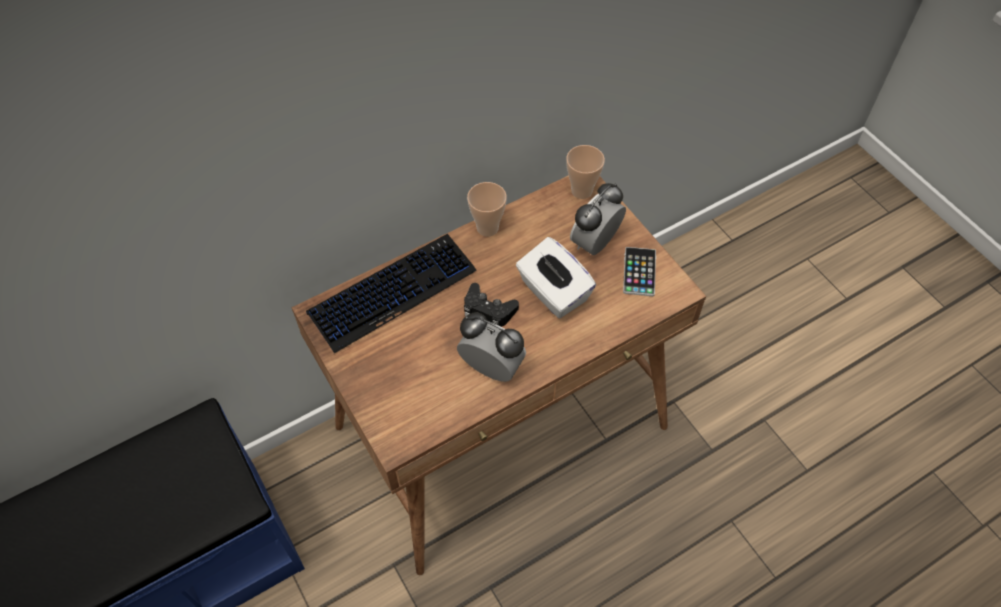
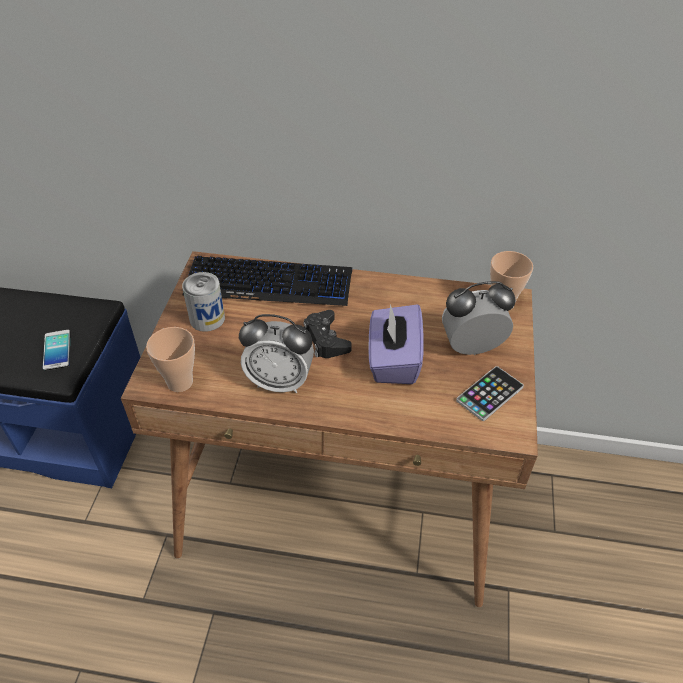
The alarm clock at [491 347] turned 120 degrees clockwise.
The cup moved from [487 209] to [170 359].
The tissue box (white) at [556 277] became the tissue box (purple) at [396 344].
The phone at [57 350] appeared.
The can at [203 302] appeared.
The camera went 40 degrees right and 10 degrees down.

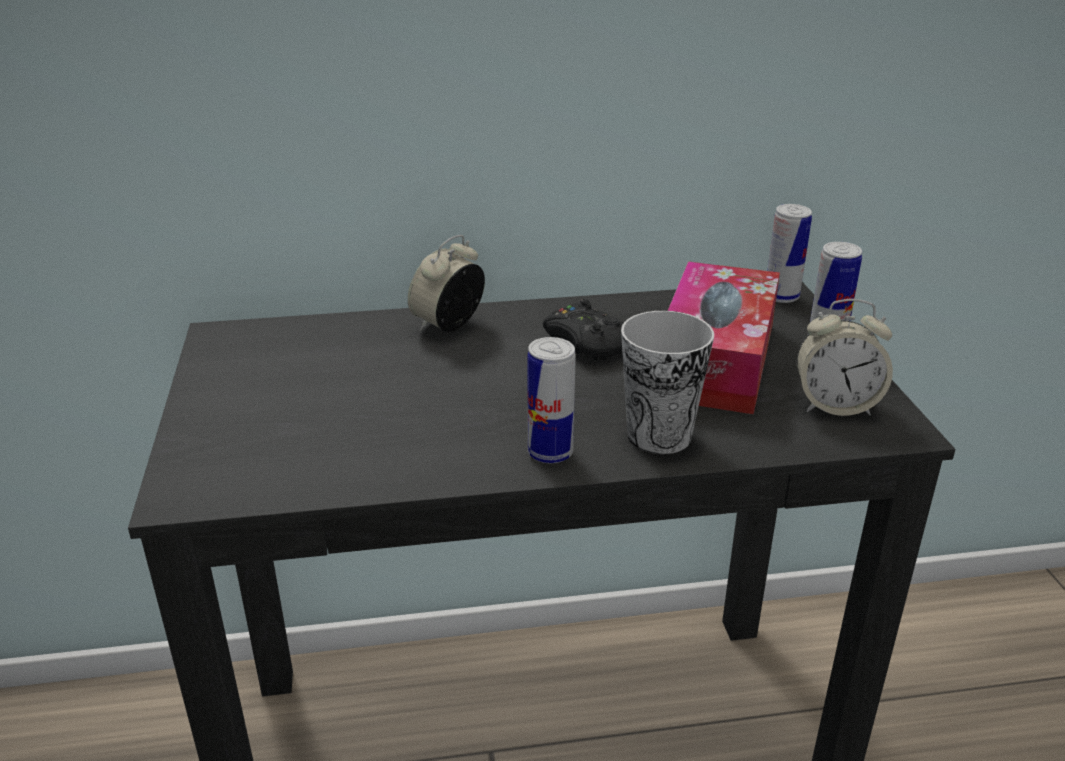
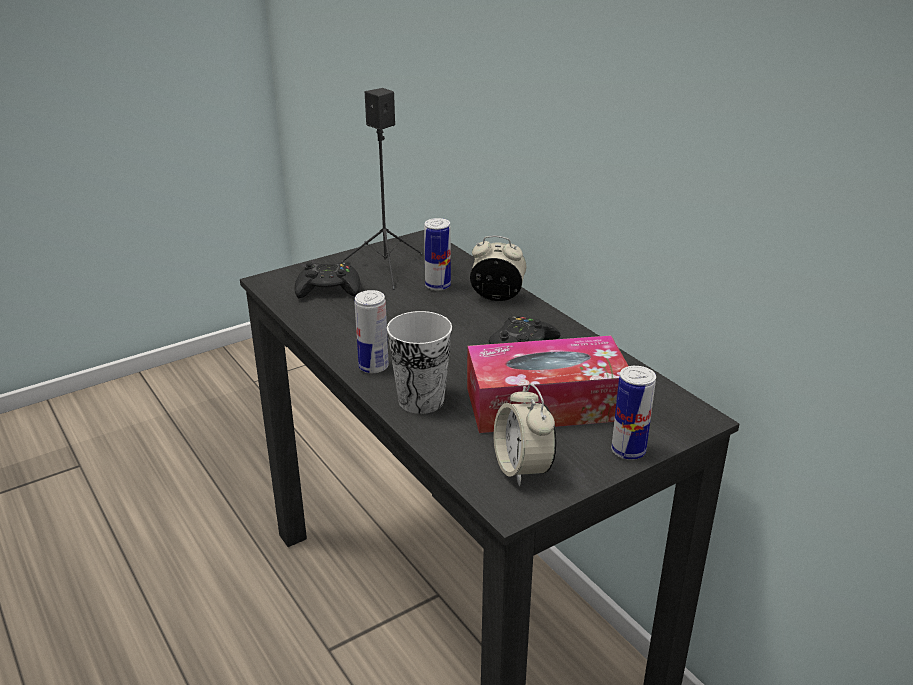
The can moved from [789 253] to [437 254].
The game controller (black) at [327 280] appeared.
The speaker (black) at [382 189] appeared.
The camera went 65 degrees right and 0 degrees up.

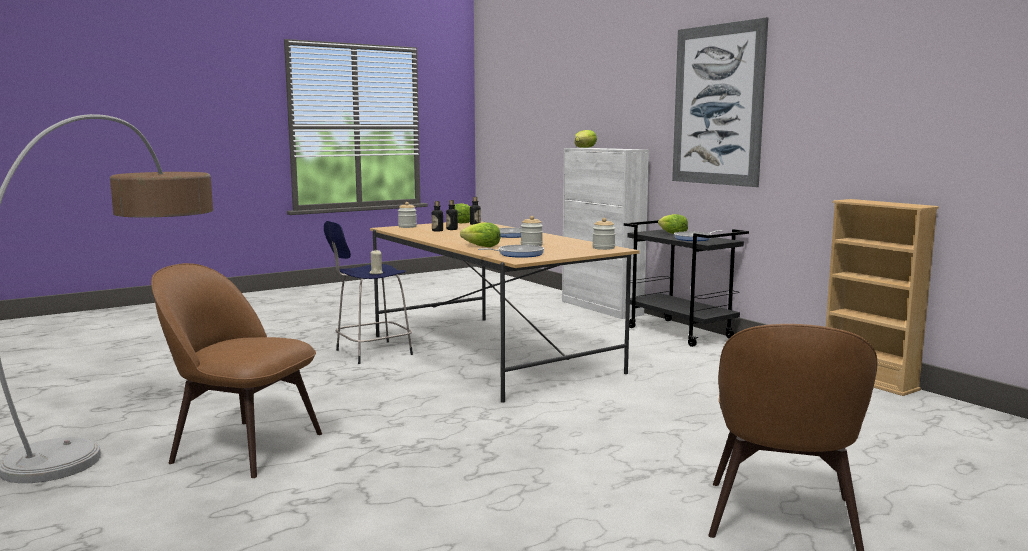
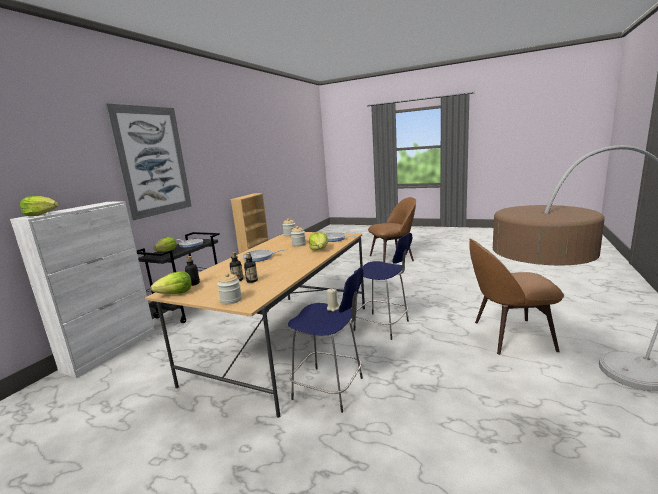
The chair (brown) at [236 370] turned 105 degrees clockwise.
The stool (blue) at [383 286] appeared.
The camera went 120 degrees left and 5 degrees up.

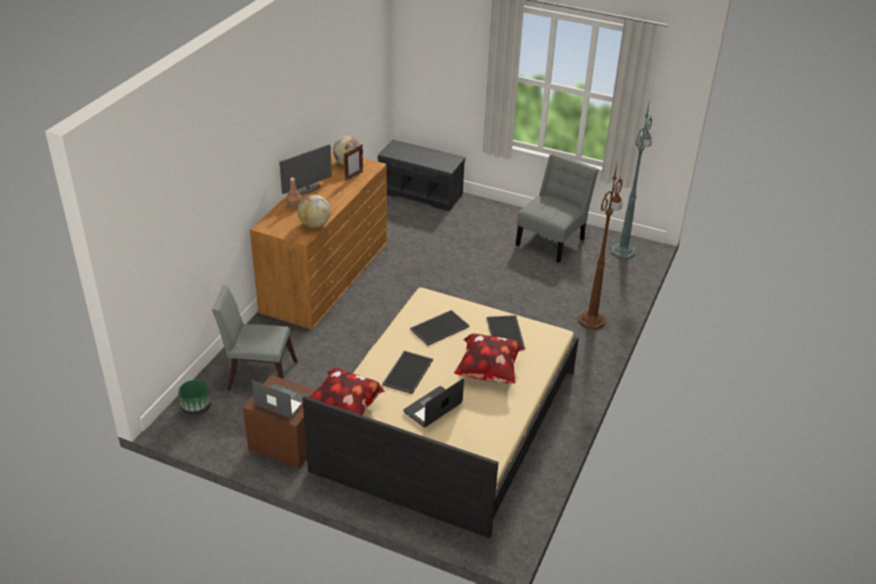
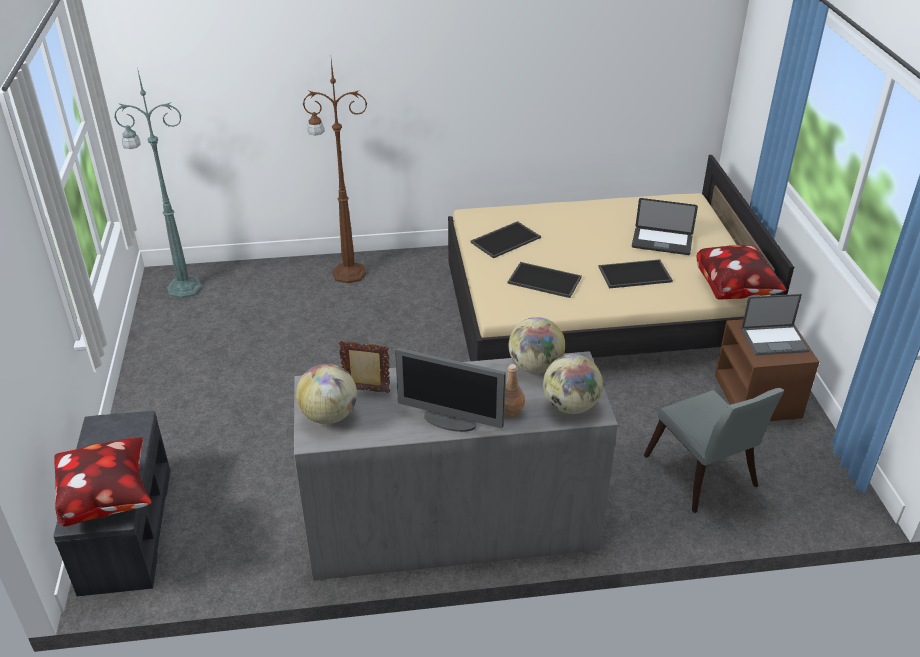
The planter (green) at [194 398] disappeared.
The dresser (brown) at [318 241] became the dresser (grey) at [456 466].
The laptop at [281 399] turned 90 degrees counterclockwise.
The pillow moved from [489 358] to [103 481].
The chair (grey) at [557 208] disappeared.
The globe at [573 384] appeared.
The camera went 120 degrees left and 0 degrees up.

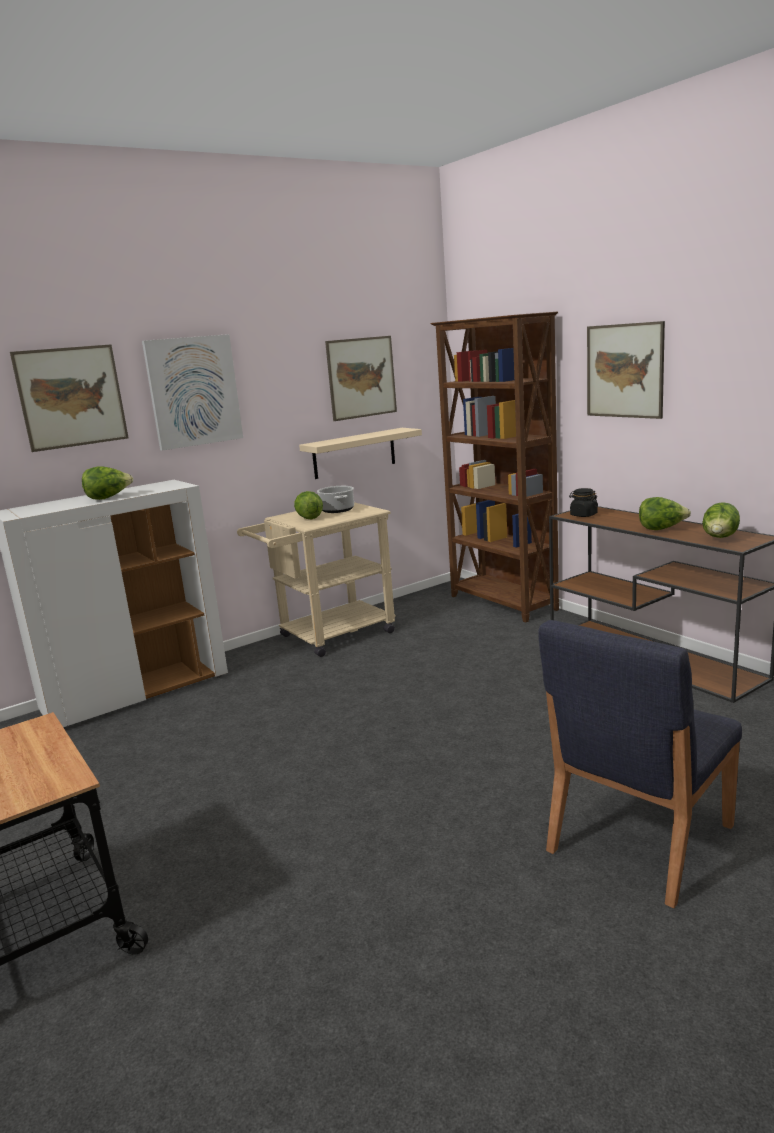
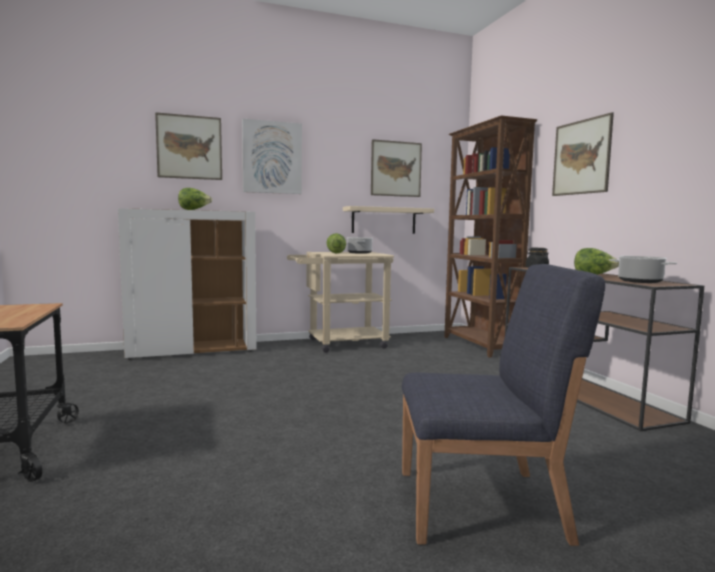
The chair (blue) at [640 764] turned 150 degrees counterclockwise.
The lettuce at [721 520] was replaced by the cooking pot at [643 269].
The camera went 15 degrees right and 10 degrees down.

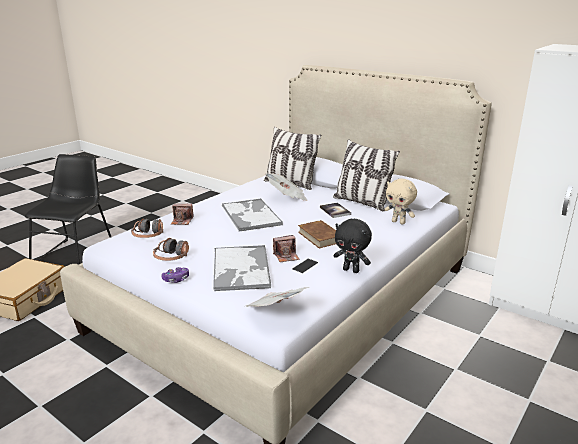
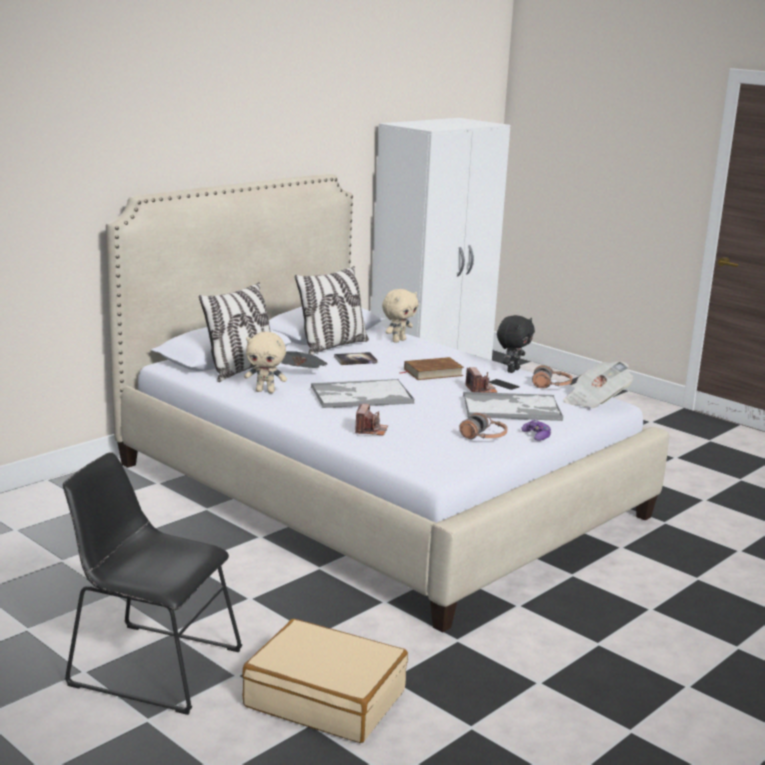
The headphones moved from [147 228] to [552 376].
The plush toy (beige) at [265 362] appeared.
The camera went 85 degrees left and 5 degrees down.

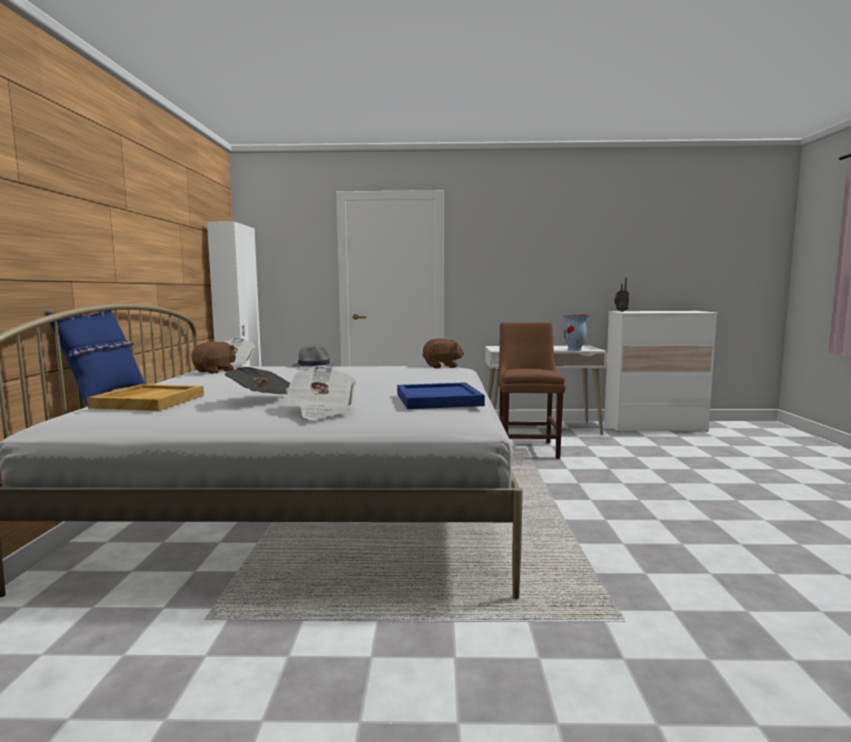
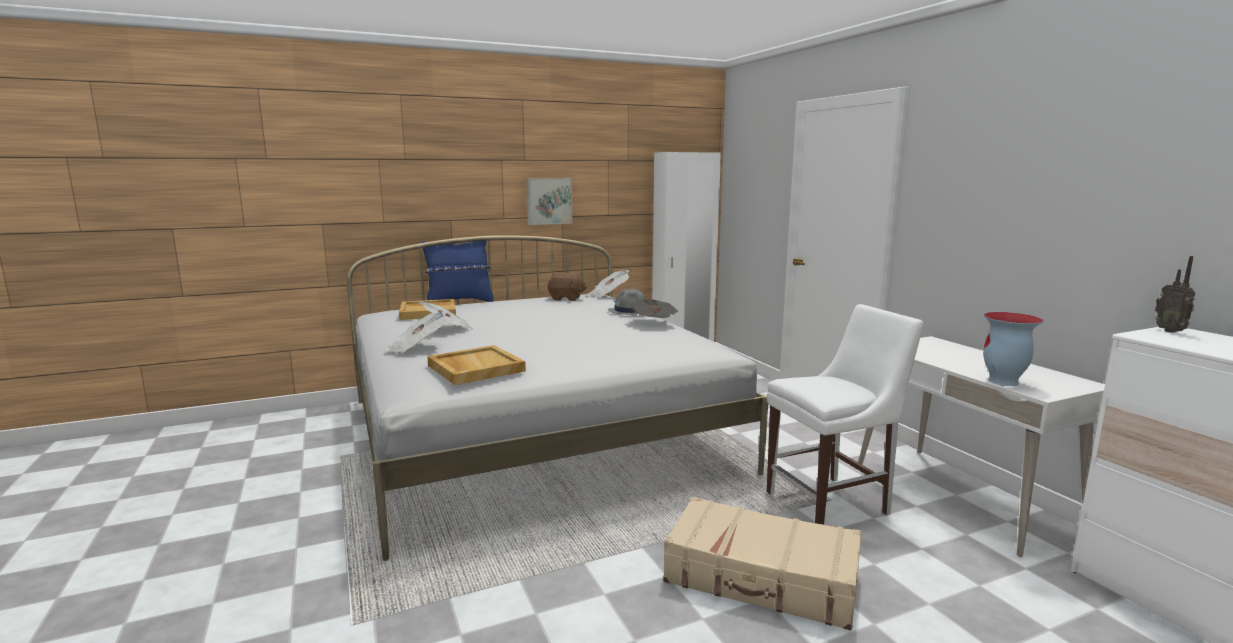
The tray (blue) at [441 395] became the tray (beige) at [476 365].
The plush toy (brown) at [443 353] disappeared.
The chair (brown) at [532 390] became the chair (white) at [845 414].
The picture at [549 201] appeared.
The newspaper at [653 309] appeared.
The suitcase (beige) at [762 564] appeared.
The camera went 65 degrees right and 5 degrees up.

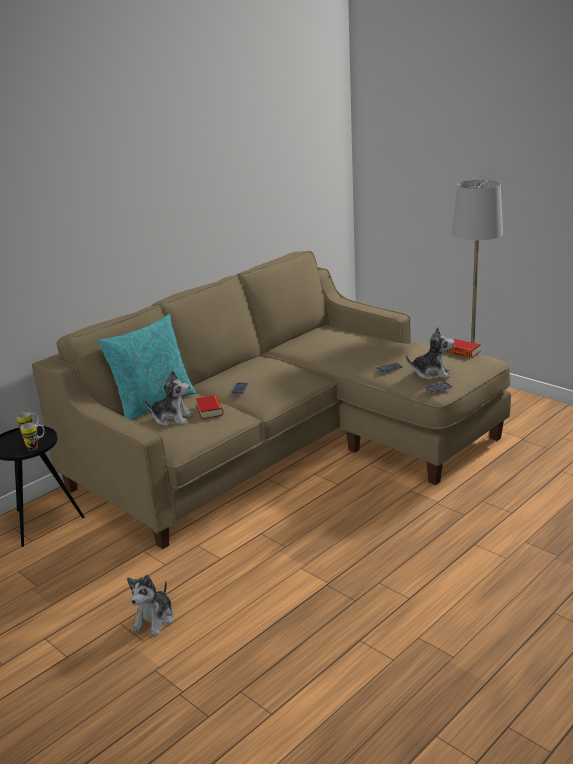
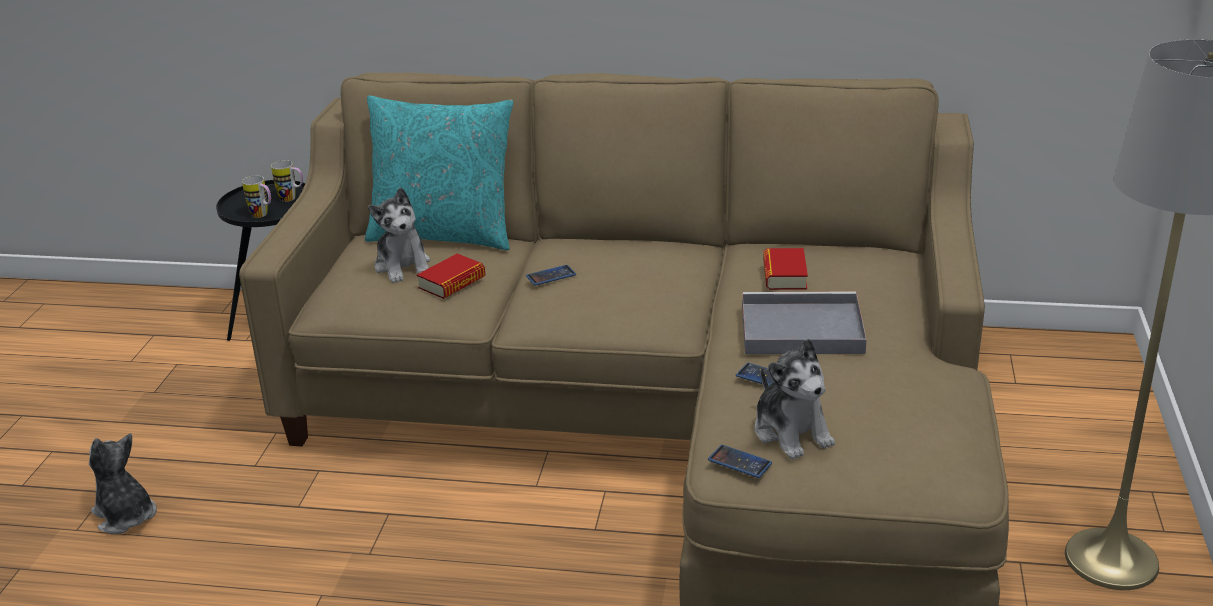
The plush toy at [150 605] turned 60 degrees clockwise.
The book moved from [463 348] to [785 269].
The tray (grey) at [804 323] appeared.
The camera went 55 degrees right and 5 degrees up.

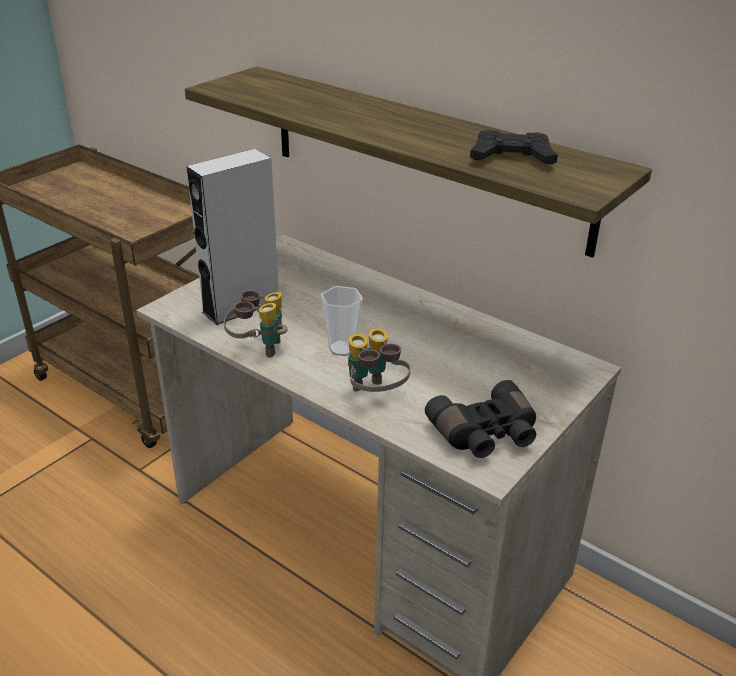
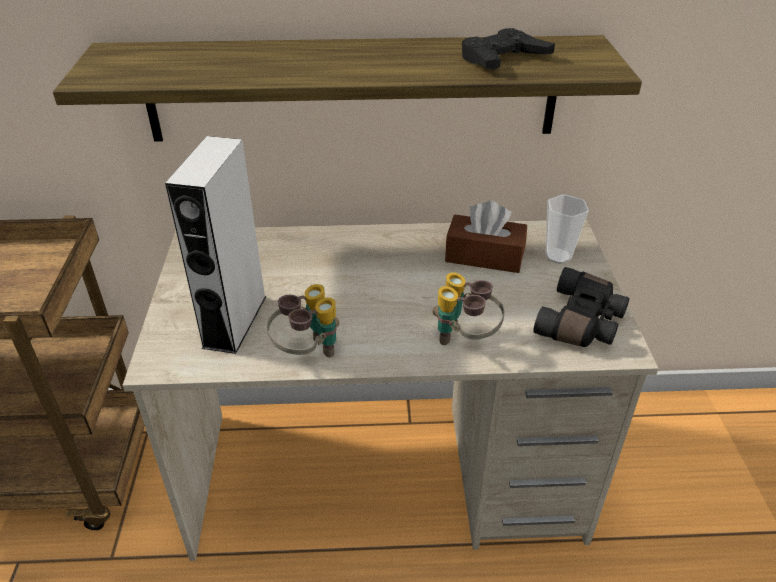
The cup moved from [342 321] to [567 229].
The tissue box (brown) at [486 237] appeared.
The camera went 40 degrees left and 5 degrees up.

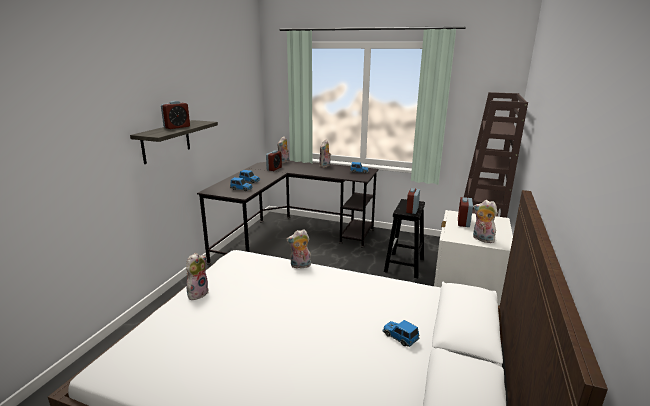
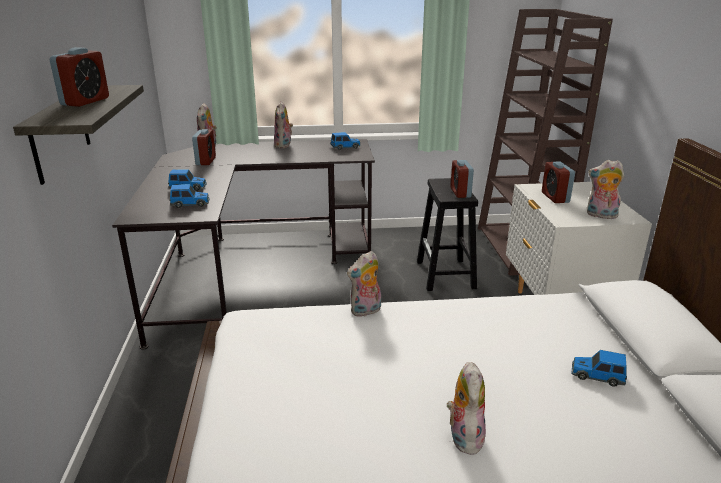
The plush toy moved from [197 276] to [466 408].
The camera went 25 degrees left and 5 degrees up.

